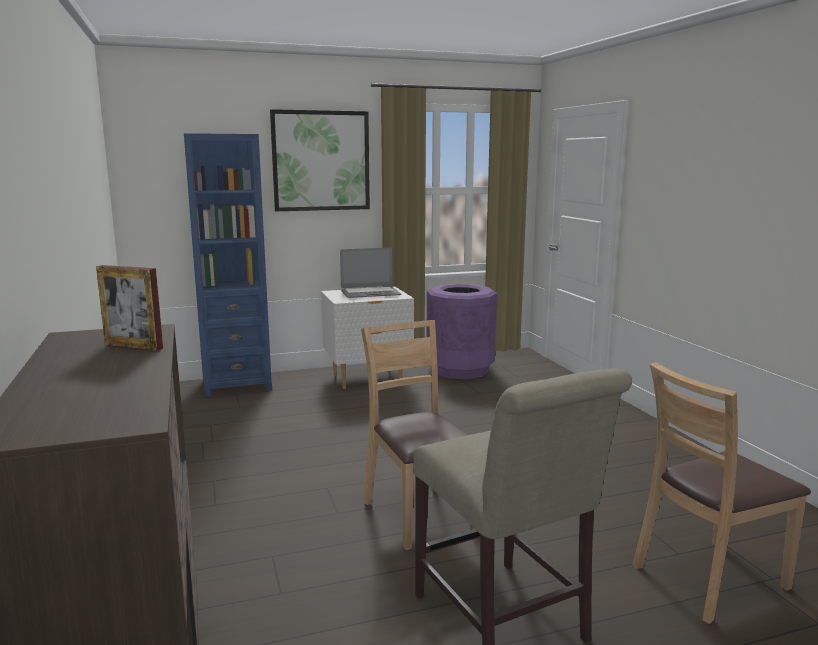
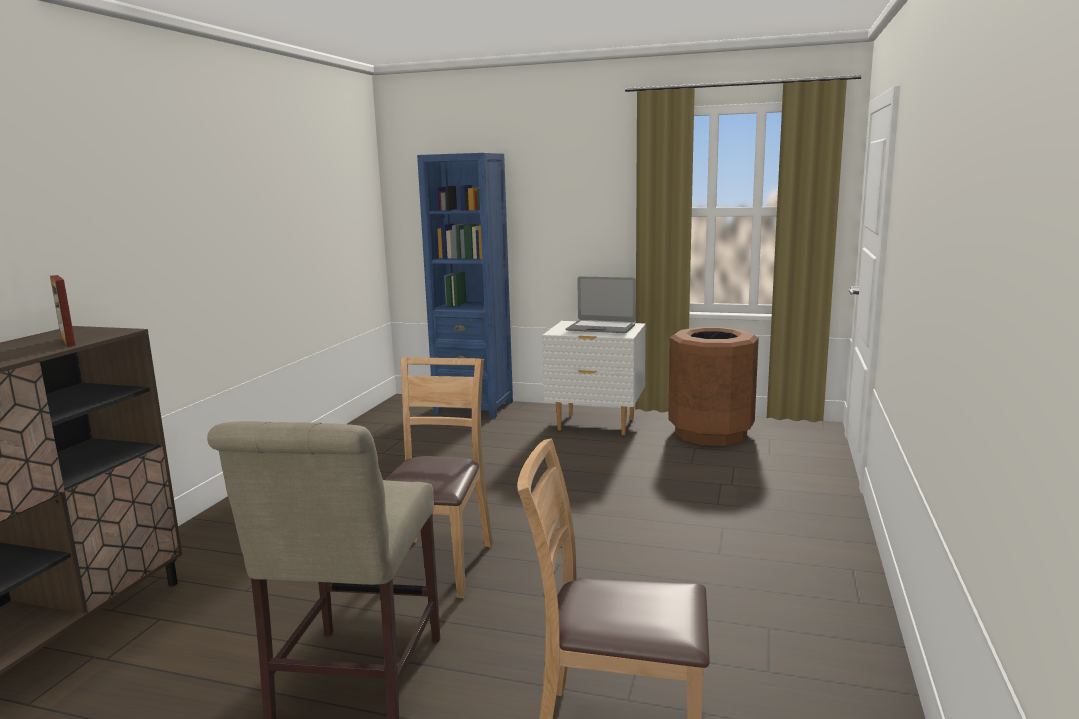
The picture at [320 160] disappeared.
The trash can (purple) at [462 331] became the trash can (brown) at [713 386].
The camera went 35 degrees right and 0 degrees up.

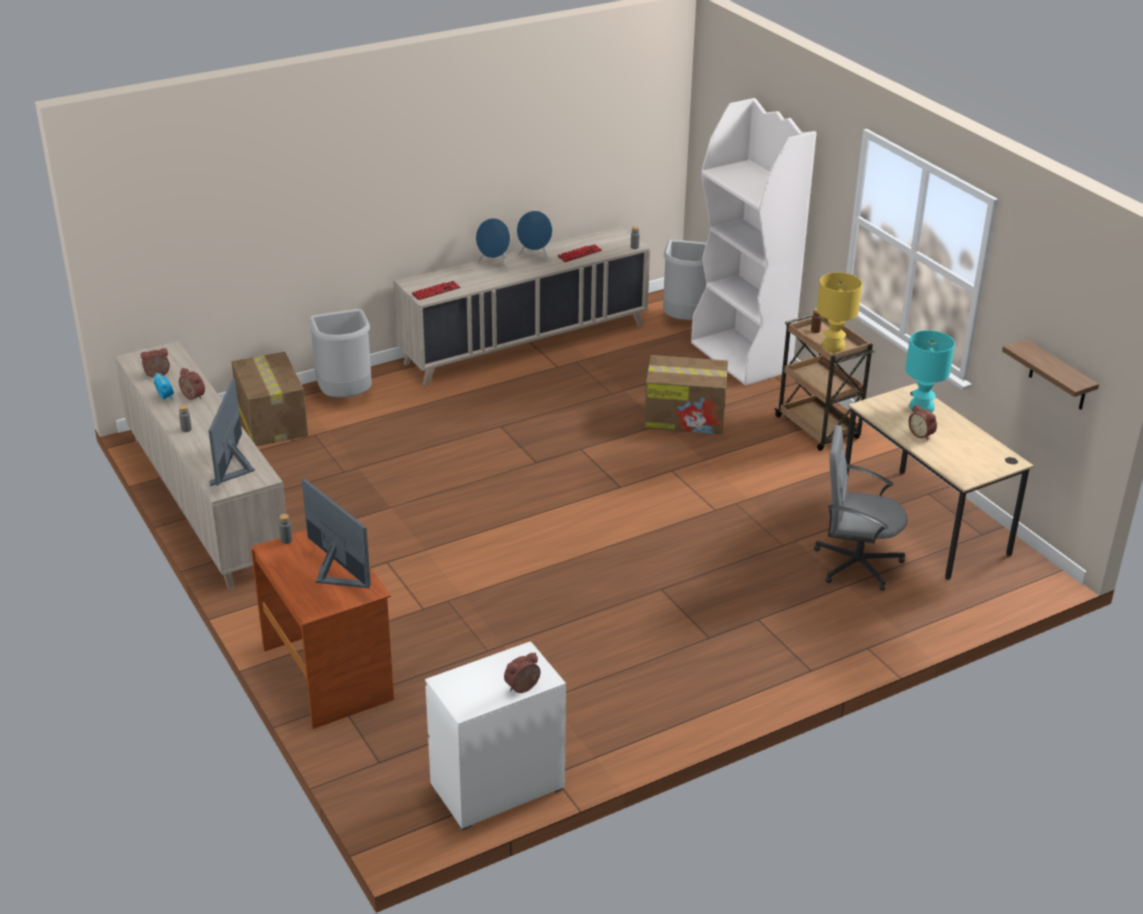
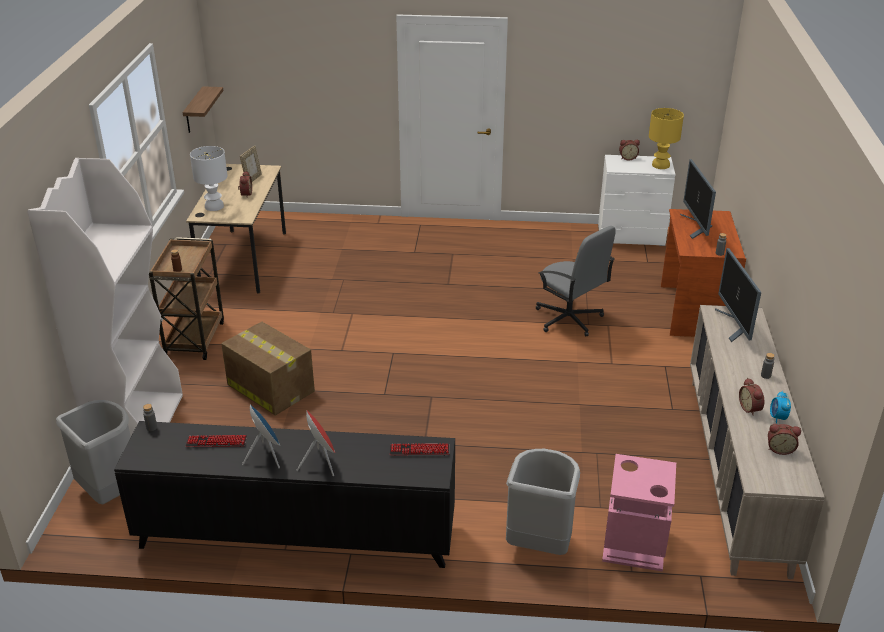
The monitor at [232 432] turned 135 degrees clockwise.
The cardboard box at [270 399] was replaced by the trash can (pink) at [639 513].
The cabinet (beige) at [521 306] became the cabinet (black) at [284 494].
The speaker (blue) at [493 245] became the speaker (red) at [315 443].
The office chair (grey) moved from [861 508] to [576 281].
The table lamp (yellow) moved from [839 312] to [666 138].
The table lamp (turquoise) at [930 371] became the table lamp (white) at [209 178].
The picture frame at [251 164] appeared.
The camera went 145 degrees left and 0 degrees up.

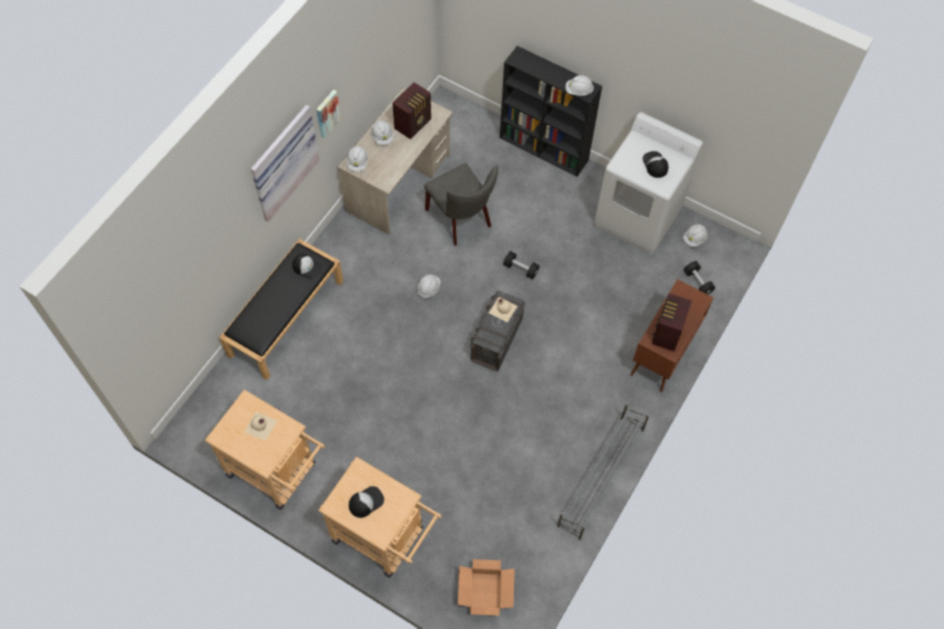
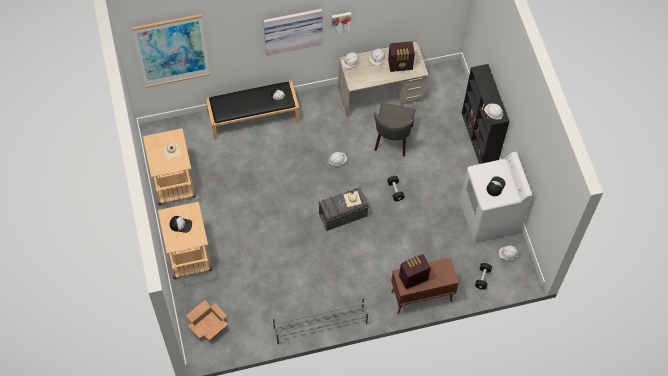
The picture at [171 51] appeared.
The camera went 45 degrees right and 0 degrees up.

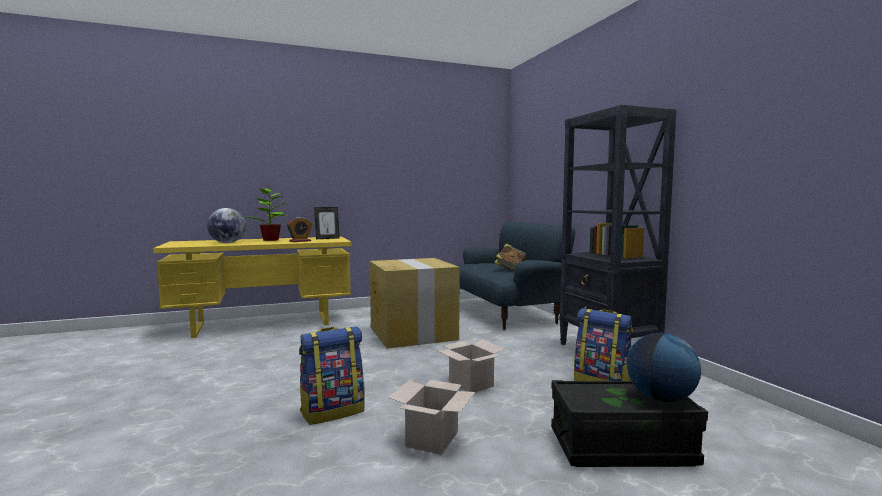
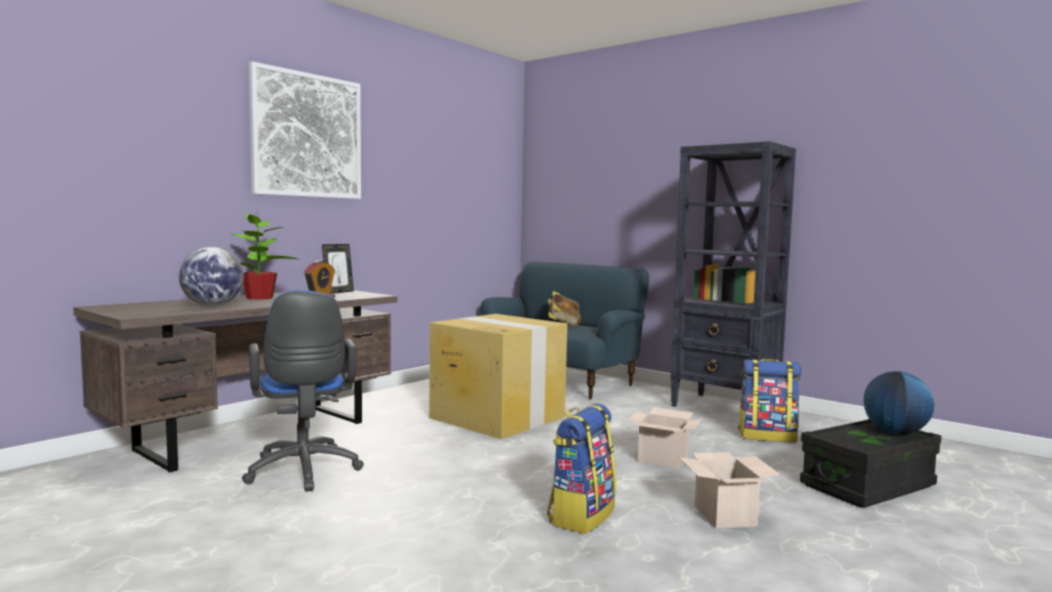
The desk (yellow) at [252 287] became the desk (brown) at [235 381].
The office chair (blue) at [303 390] appeared.
The picture at [305 130] appeared.
The camera went 30 degrees left and 0 degrees up.

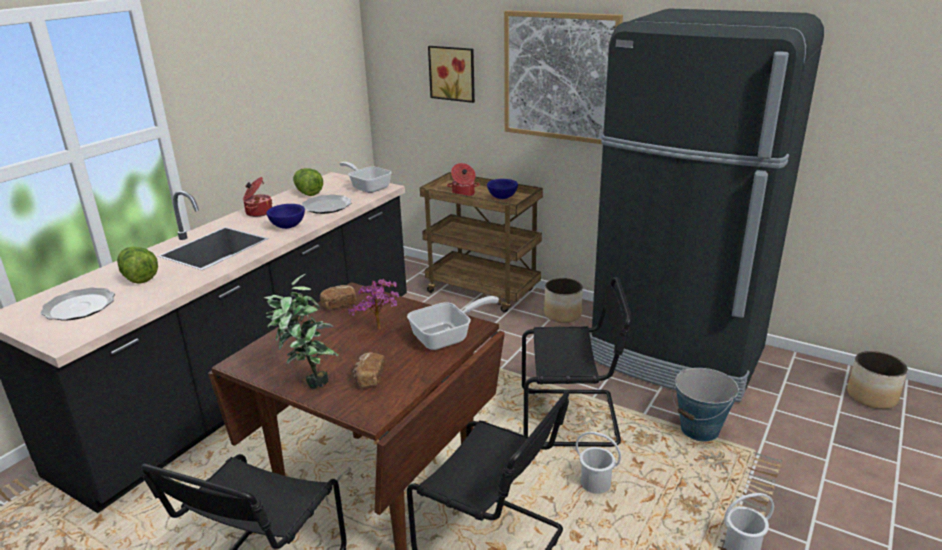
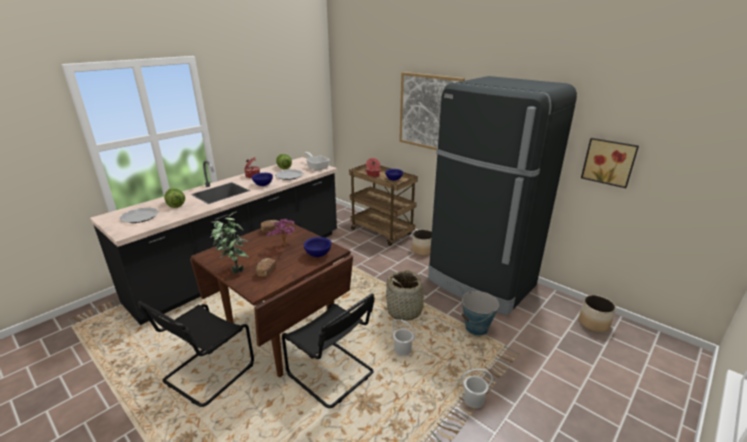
The frying pan at [453 323] was replaced by the bowl (blue) at [317 247].
The picture moved from [451 74] to [610 163].
The chair (black) at [577 362] was replaced by the basket at [408 295].
The camera went 10 degrees right and 0 degrees up.

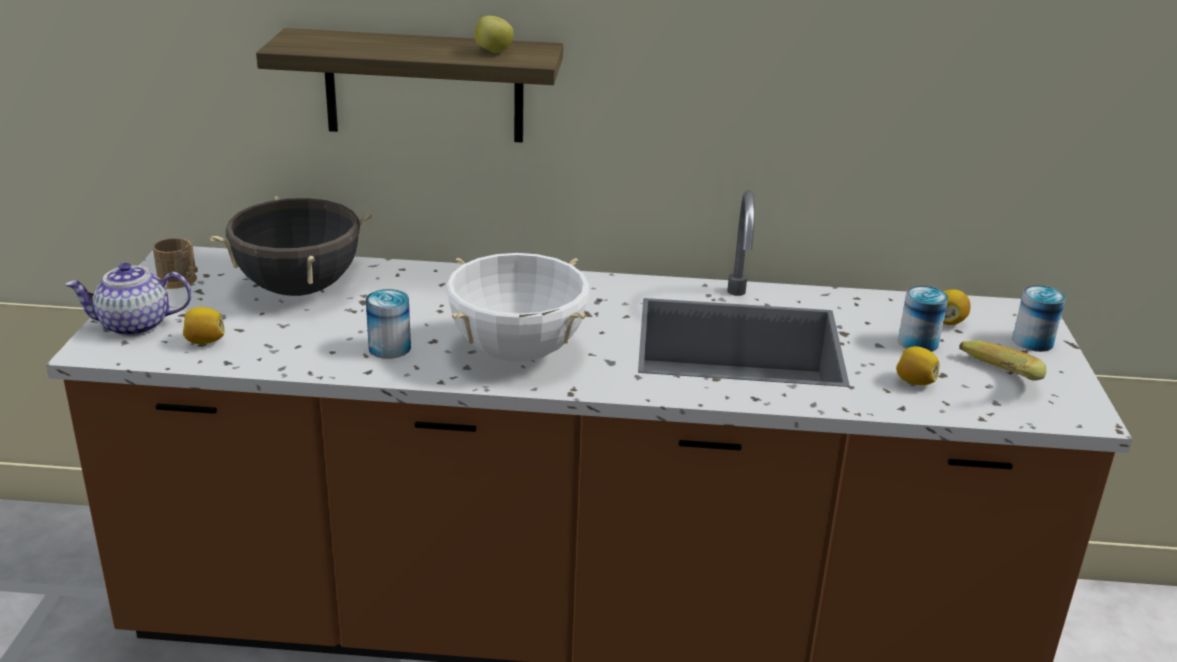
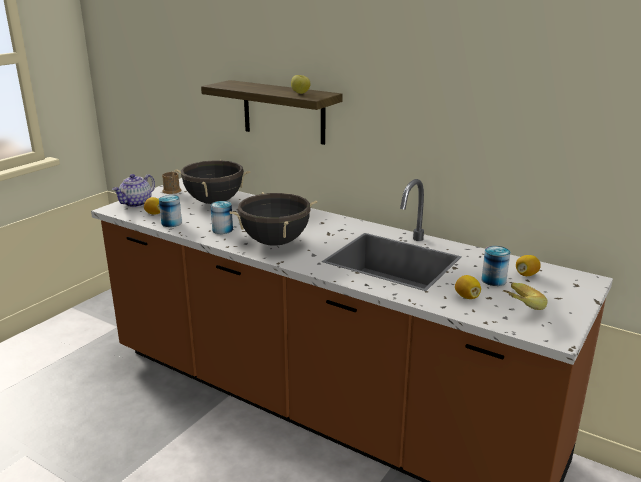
The teapot at [128 299] turned 75 degrees counterclockwise.
The cooking pot (white) at [517 307] became the cooking pot (black) at [273 219].
The can moved from [1039 318] to [170 211].
The camera went 30 degrees right and 5 degrees down.

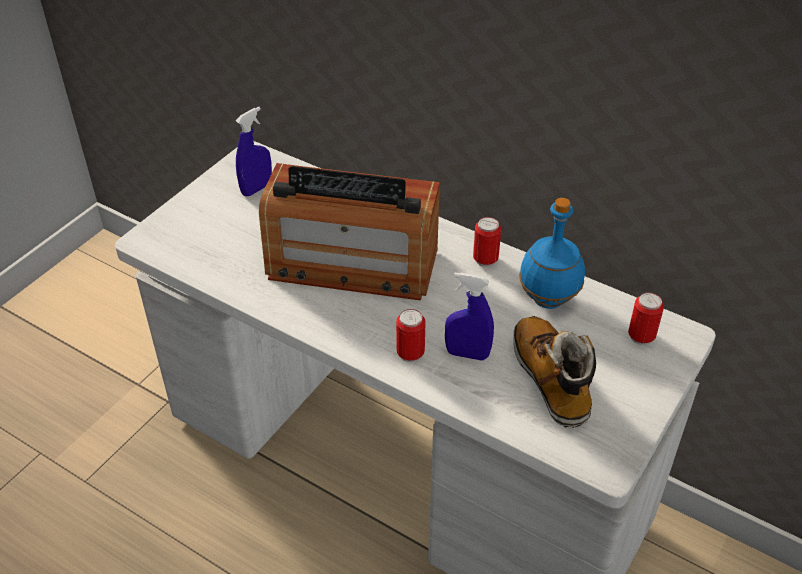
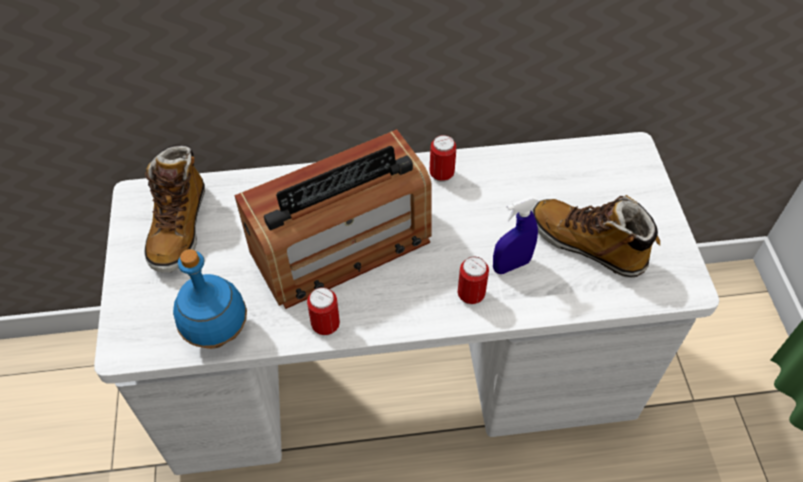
The spray bottle (blue) at [254 151] was replaced by the boot at [174 208].
The bottle (blue) moved from [552 253] to [210 299].
The can moved from [646 318] to [323 311].
The camera went 40 degrees left and 10 degrees up.

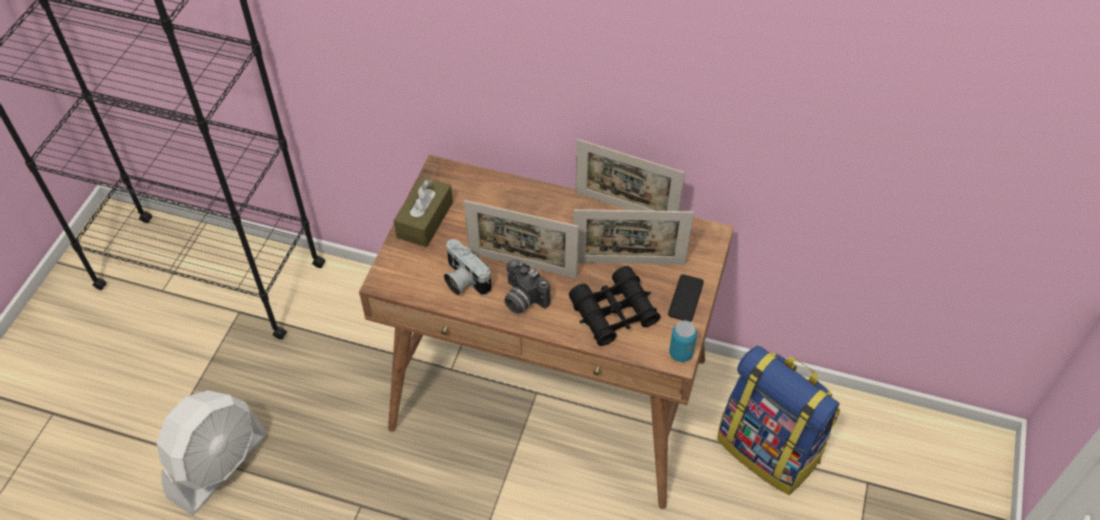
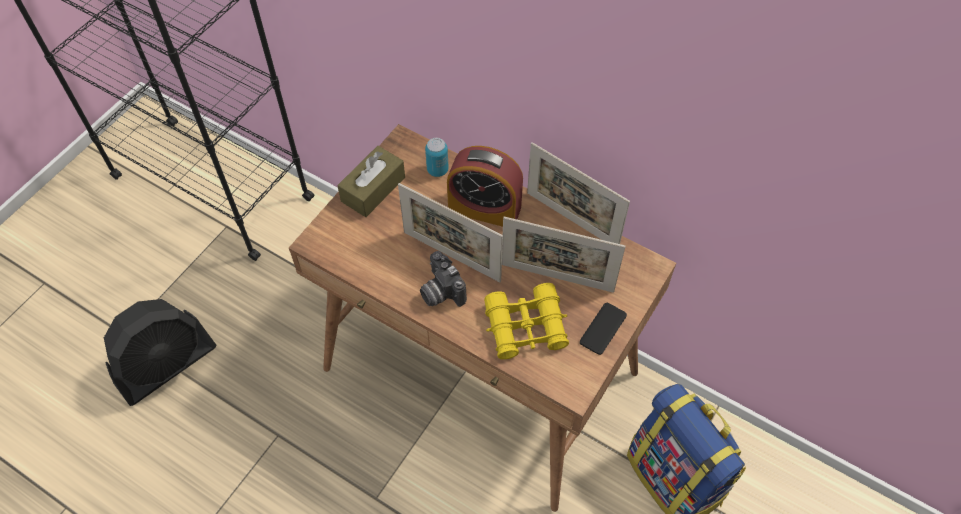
The fan (white) at [211 452] became the fan (black) at [160 352].
The photo camera at [468 267] disappeared.
The binoculars (black) at [614 306] became the binoculars (yellow) at [526 321].
The can moved from [683 341] to [437 157].
The alarm clock at [485 186] appeared.
The camera went 15 degrees right and 5 degrees up.

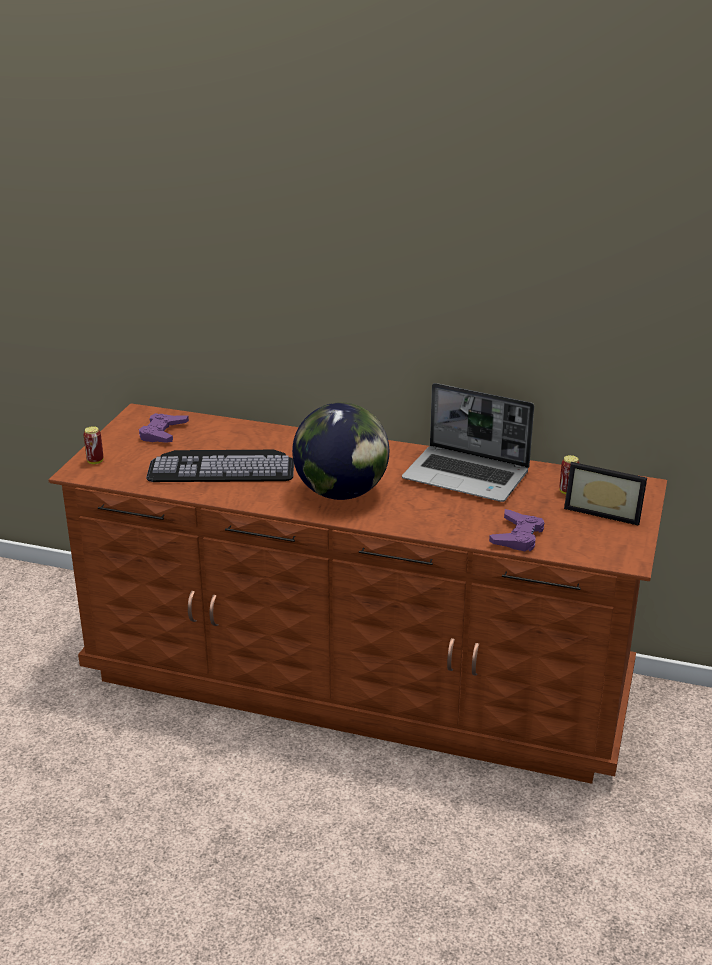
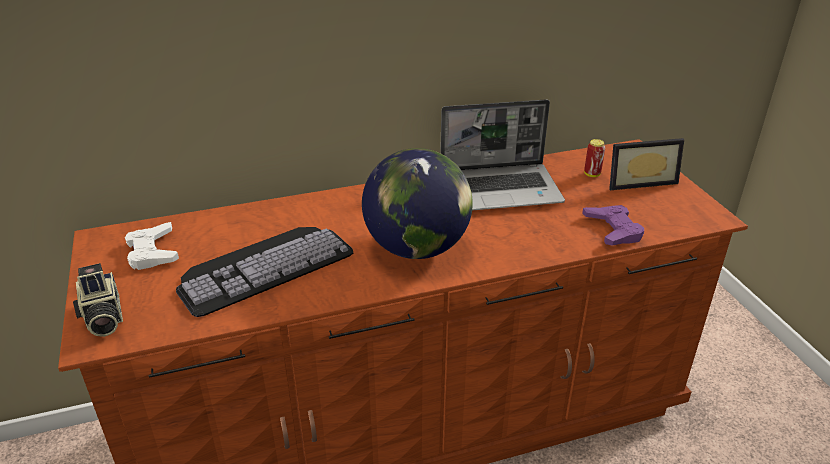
The can at [93 445] was replaced by the photo camera at [98 300].
The game controller (purple) at [164 428] became the game controller (white) at [152 246].
The camera went 35 degrees left and 5 degrees up.

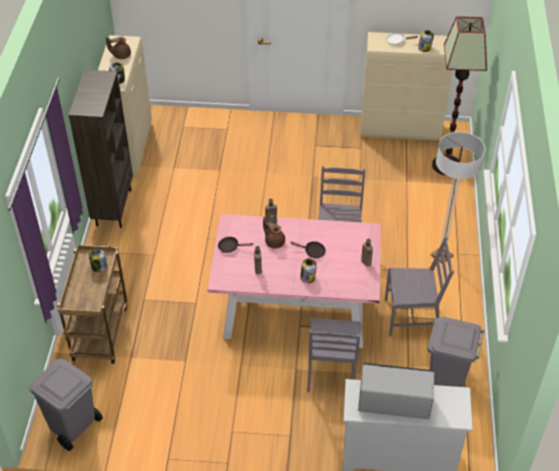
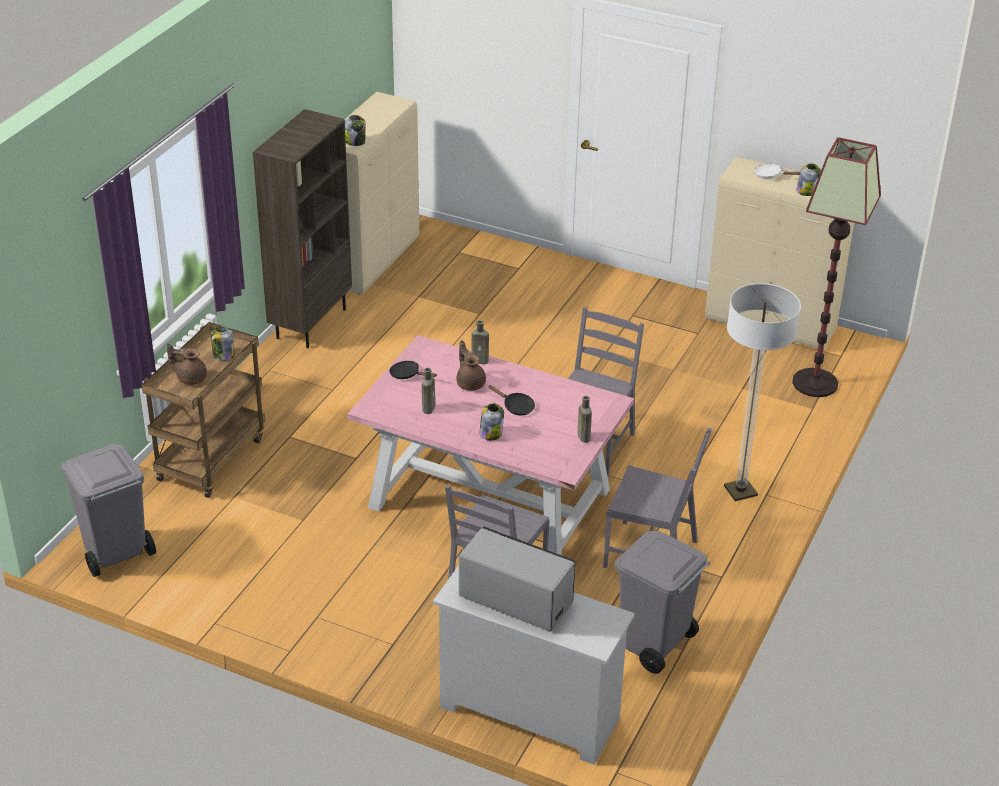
The teapot (brown) moved from [118 47] to [187 364].
The camera went 20 degrees right and 10 degrees down.

